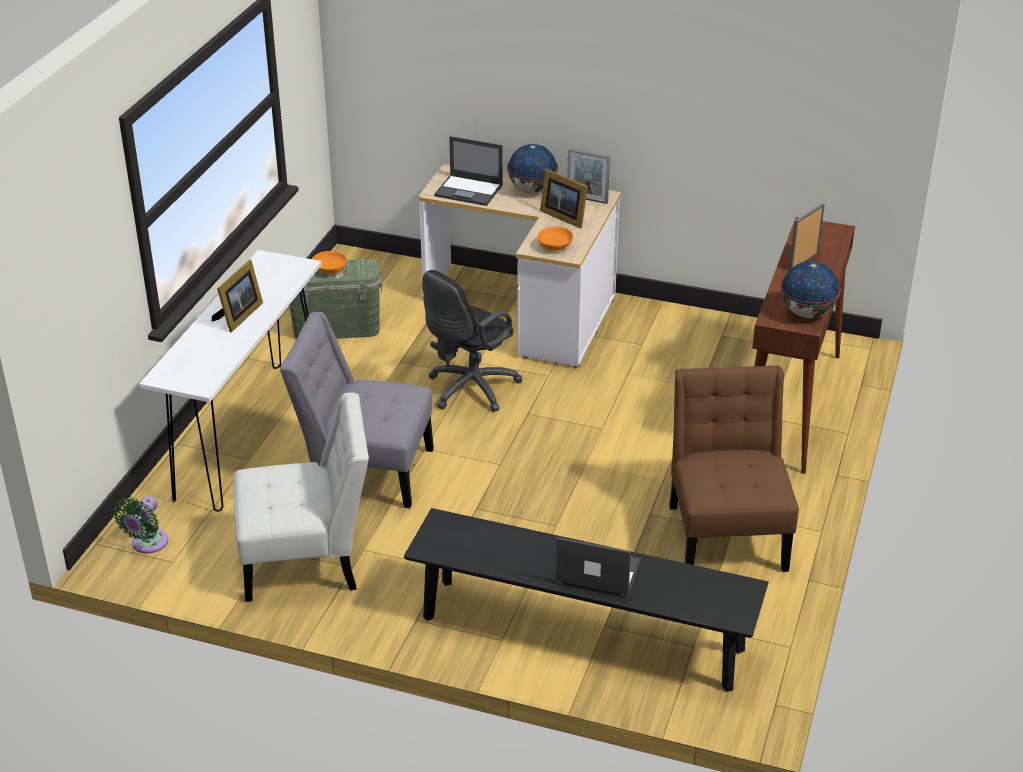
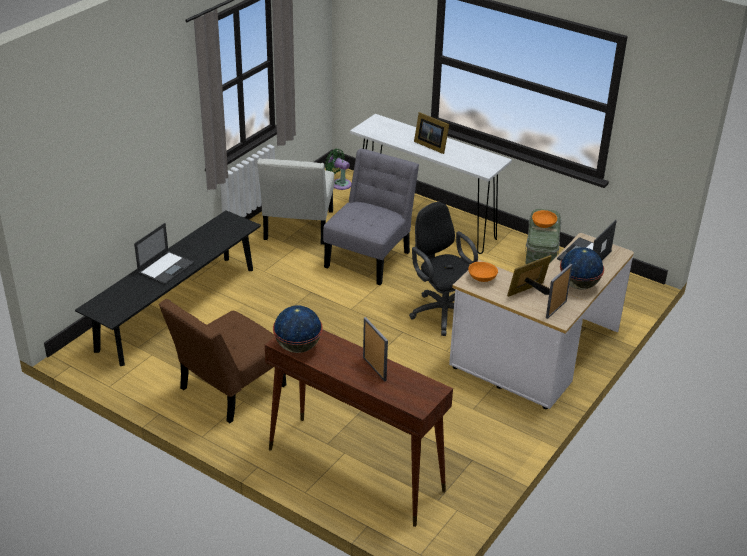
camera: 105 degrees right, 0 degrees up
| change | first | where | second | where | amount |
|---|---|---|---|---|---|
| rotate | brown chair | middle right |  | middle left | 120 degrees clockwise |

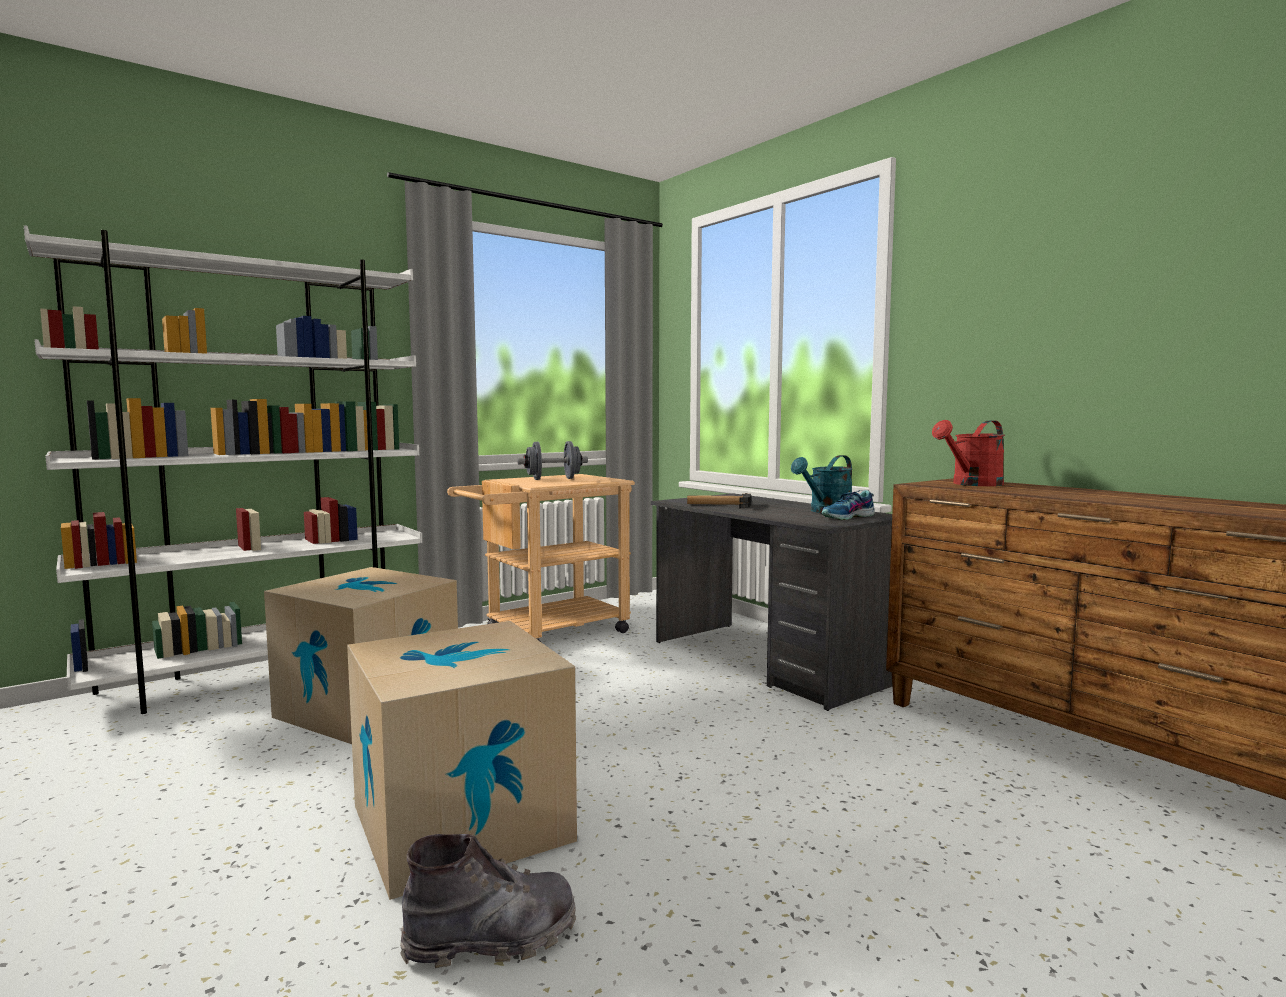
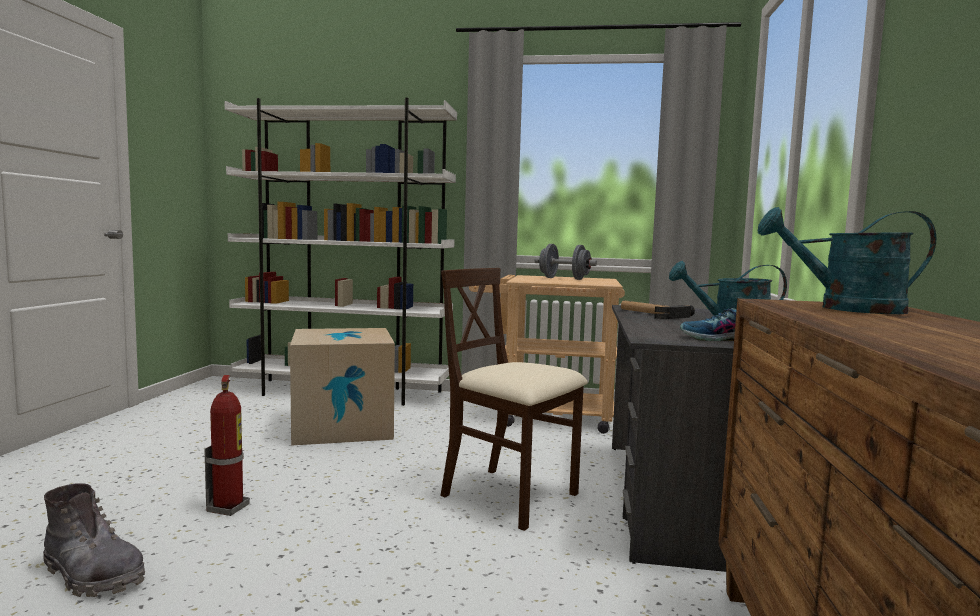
camera: 45 degrees right, 0 degrees up
| change | first | where | second | where | amount |
|---|---|---|---|---|---|
| replace | cardboard box (2nd from left) | bottom centre | fire extinguisher | bottom left |  |
| insert |  |  | beige chair | centre |  |
| recolor | red watering can | middle right | turquoise watering can (2nd from left) | middle right |  |

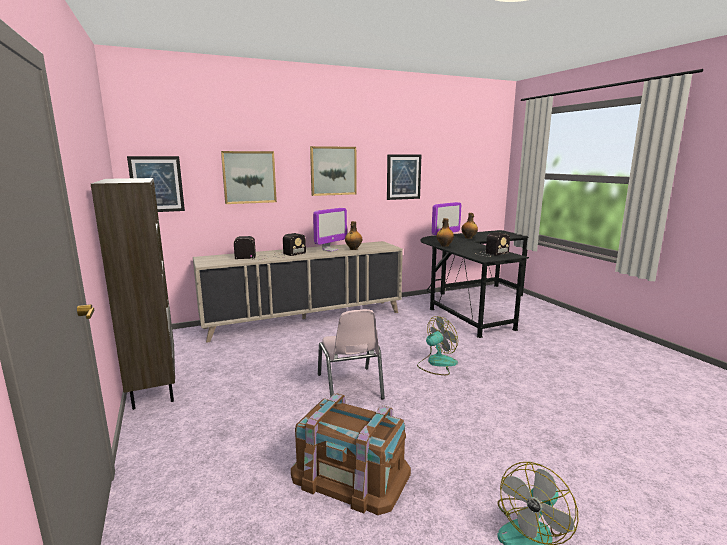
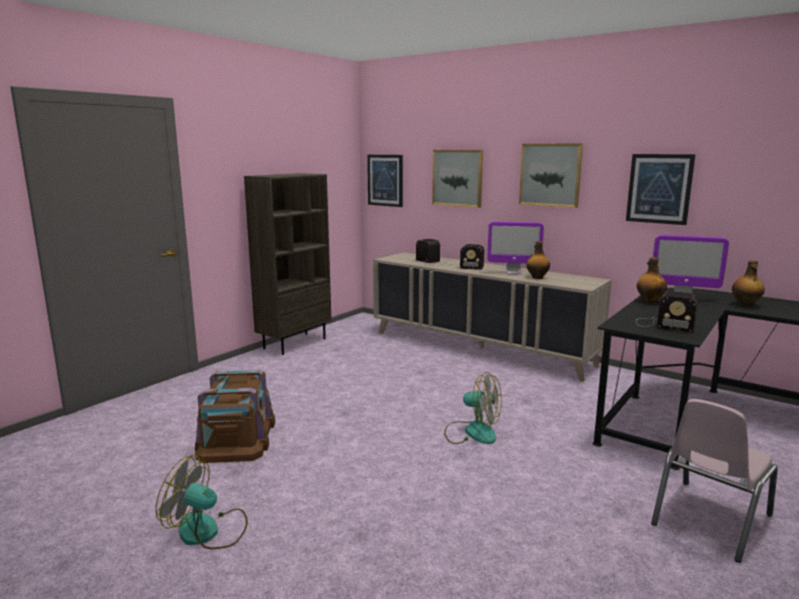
camera: 60 degrees right, 0 degrees up
| change | first | where | second | where | amount |
|---|---|---|---|---|---|
| move | pink chair | centre |  | bottom right |  |

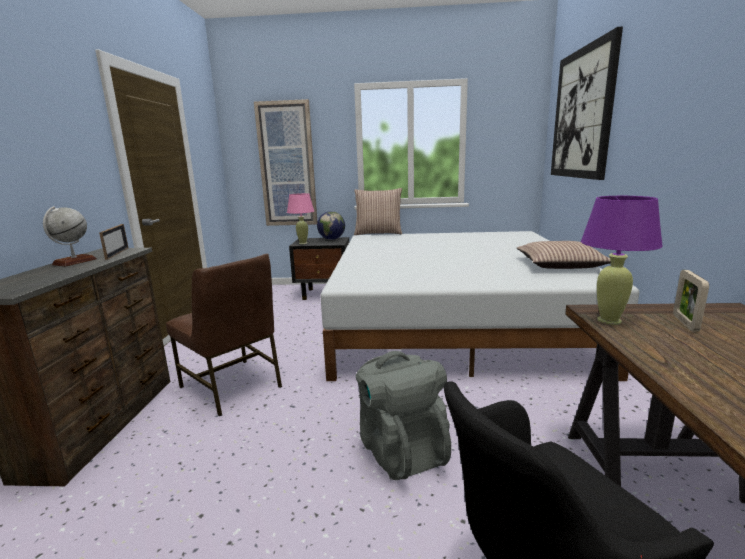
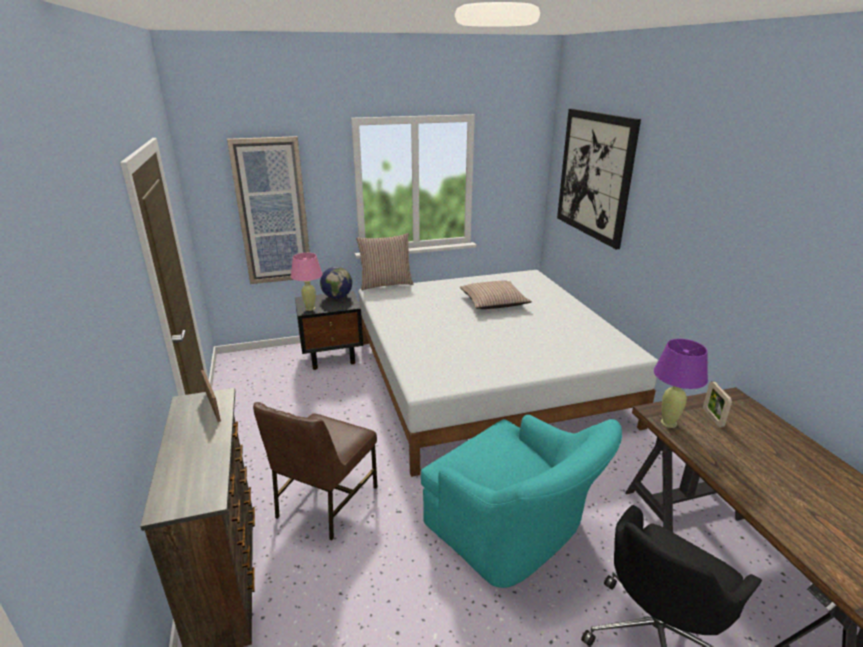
camera: 20 degrees left, 10 degrees up
| change | first | where | second | where | amount |
|---|---|---|---|---|---|
| rotate | brown chair | middle left |  | bottom centre | 90 degrees clockwise |
| replace | grey backpack | bottom centre | turquoise armchair | bottom centre |  |
| move | pillow (2nd from left) | middle right |  | centre |  |
| delete | globe (1st from left) | middle left |  |  |  |

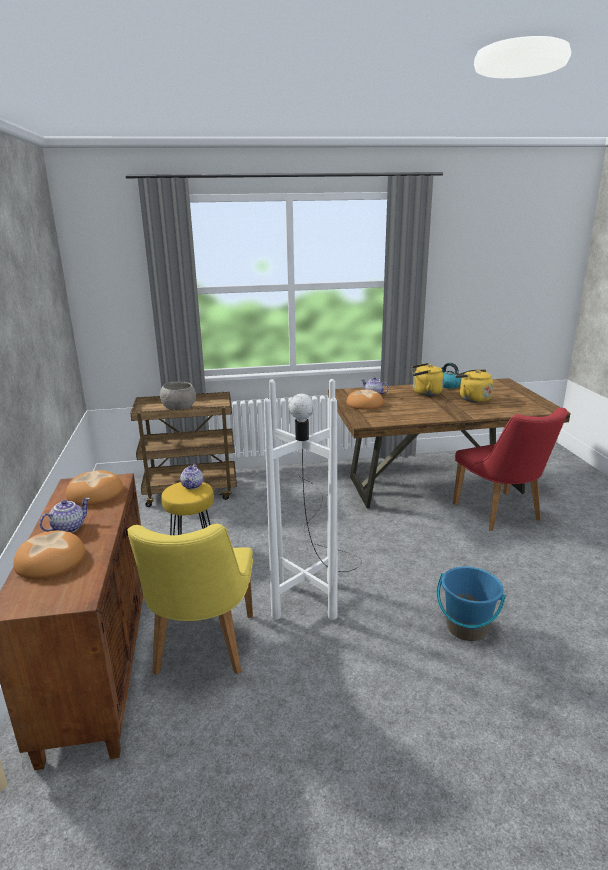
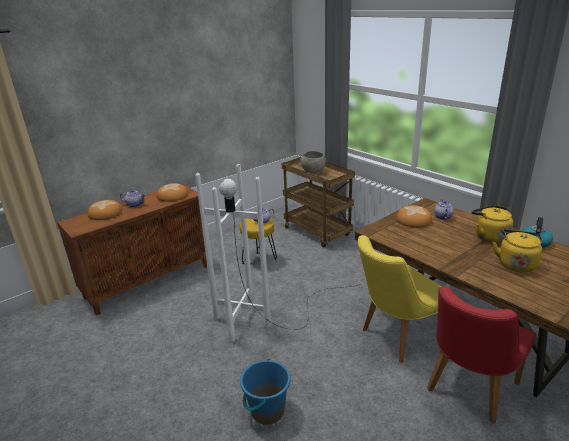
camera: 60 degrees right, 5 degrees up
| change | first | where | second | where | amount |
|---|---|---|---|---|---|
| move | yellow chair | bottom left |  | bottom right |  |

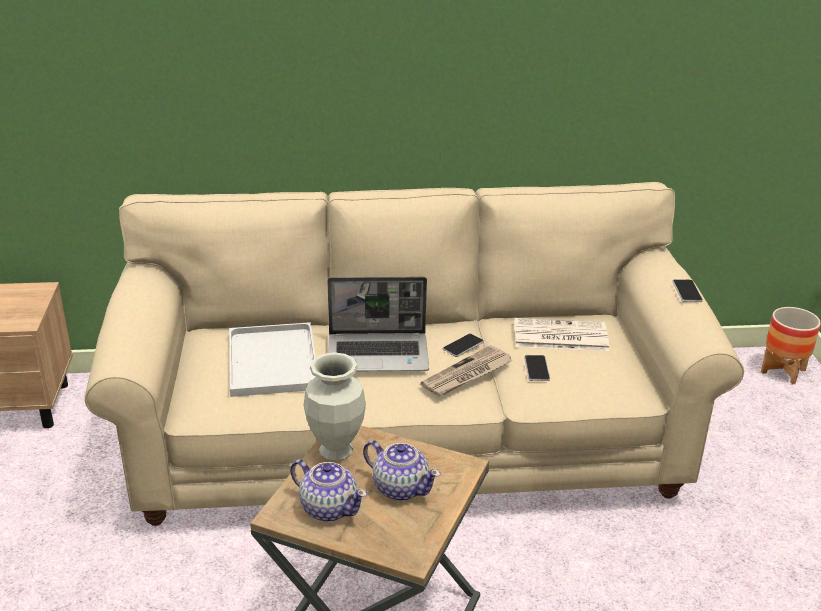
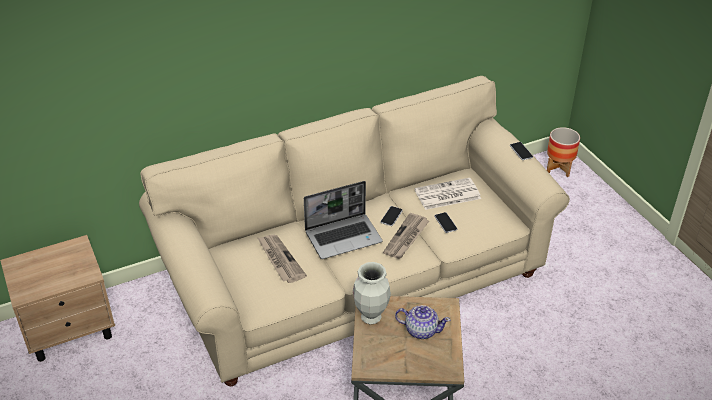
camera: 20 degrees left, 10 degrees up
| change | first | where | second | where | amount |
|---|---|---|---|---|---|
| replace | white tray | middle left | newspaper (1st from left) | centre |  |
| delete | teapot (1st from left) | bottom centre |  |  |  |

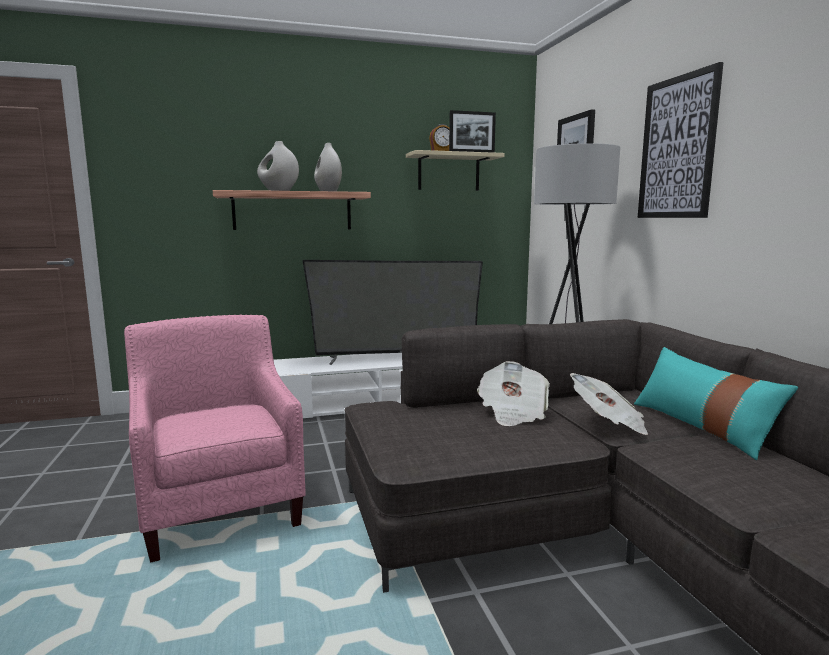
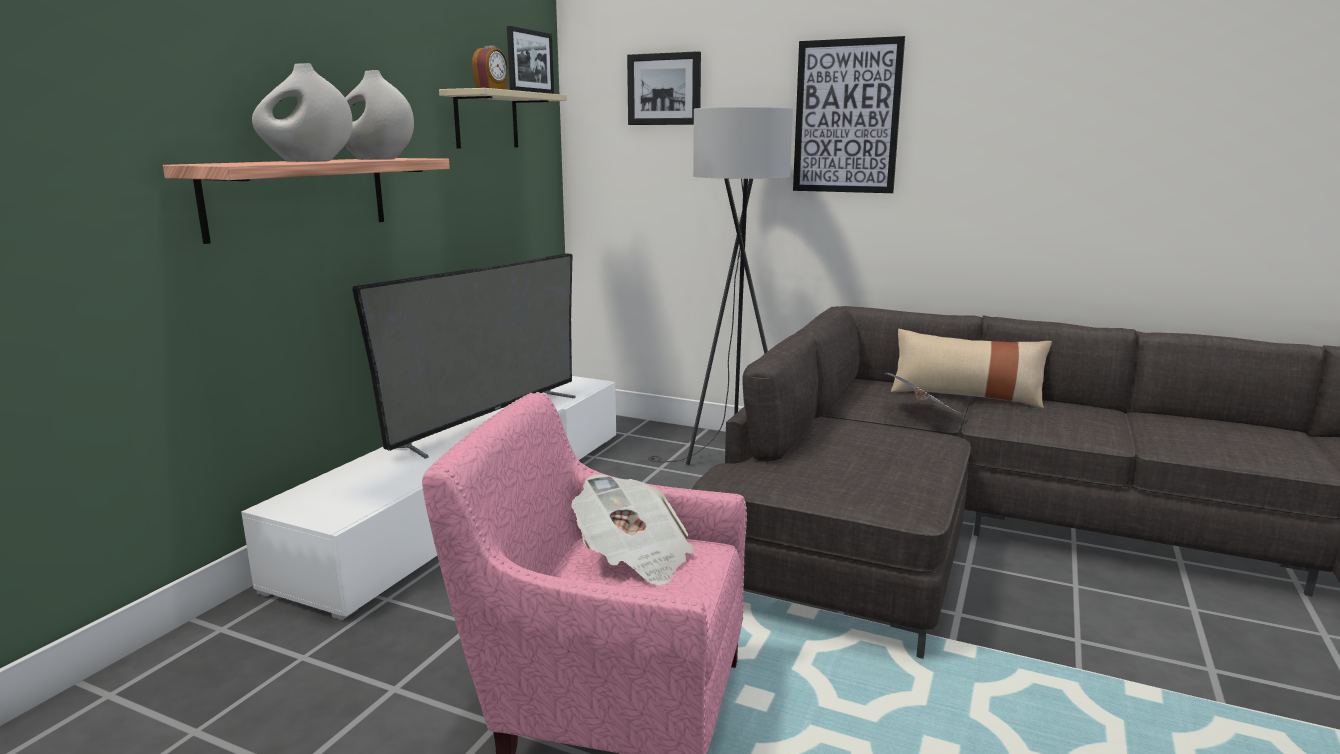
camera: 50 degrees left, 5 degrees up
| change | first | where | second | where | amount |
|---|---|---|---|---|---|
| move | newspaper (1st from left) | centre |  | bottom centre |  |
| recolor | turquoise pillow | middle right | beige pillow | middle right |  |

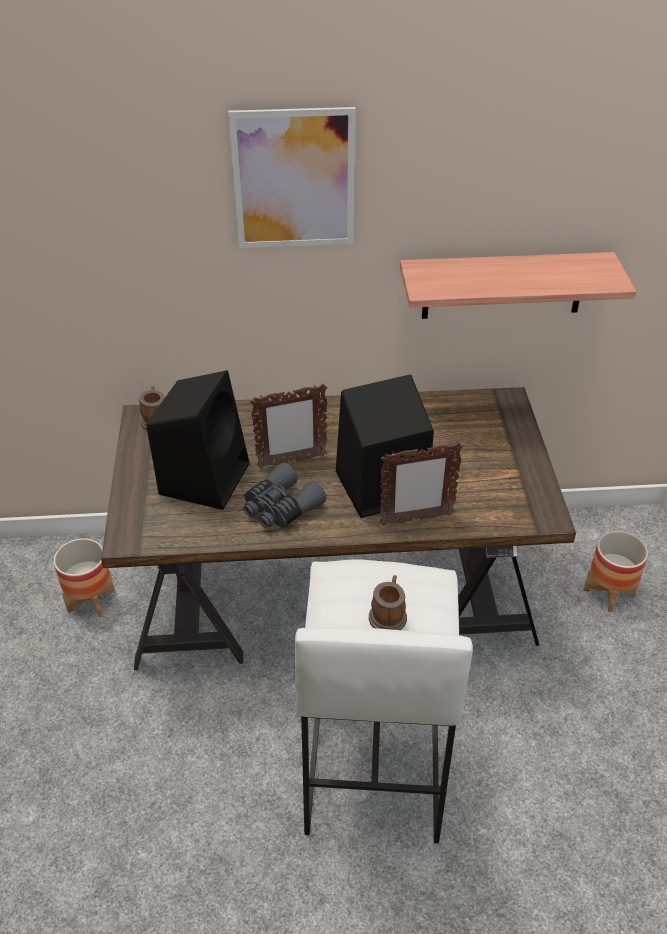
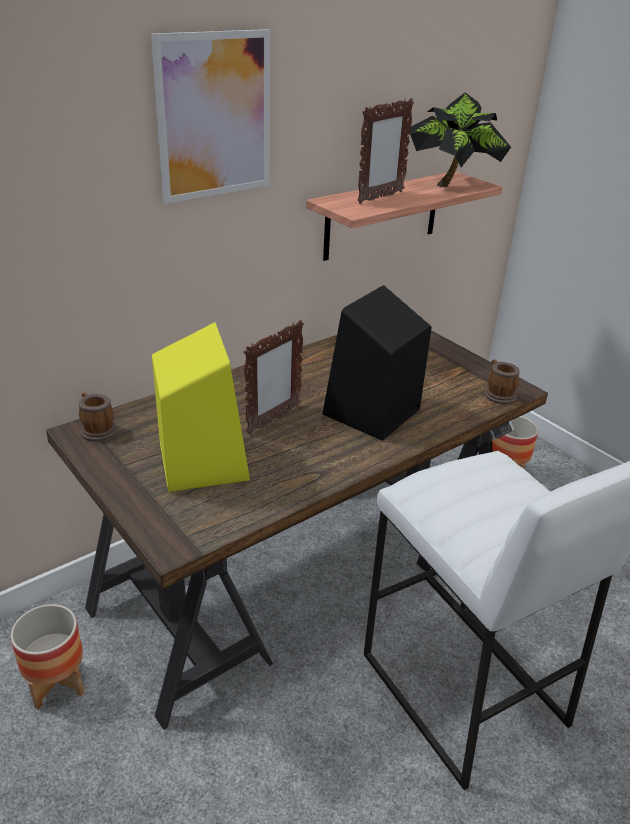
camera: 35 degrees left, 10 degrees down
| change | first | where | second | where | amount |
|---|---|---|---|---|---|
| recolor | black speaker (1st from left) | middle left | yellow speaker | middle left |  |
| move | picture frame (2nd from left) | centre |  | top centre |  |
| insert |  |  | potted plant | top right |  |
| move | mug (2nd from left) | centre |  | middle right |  |
| delete | grey binoculars | centre |  |  |  |

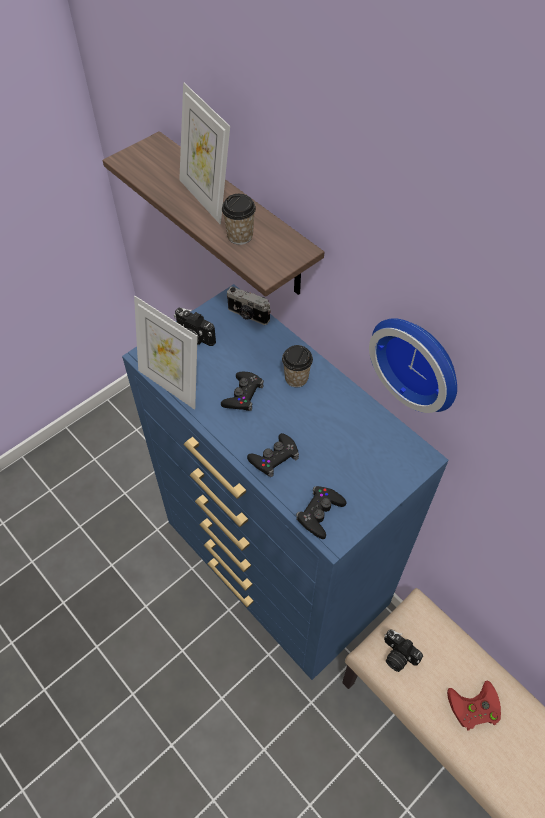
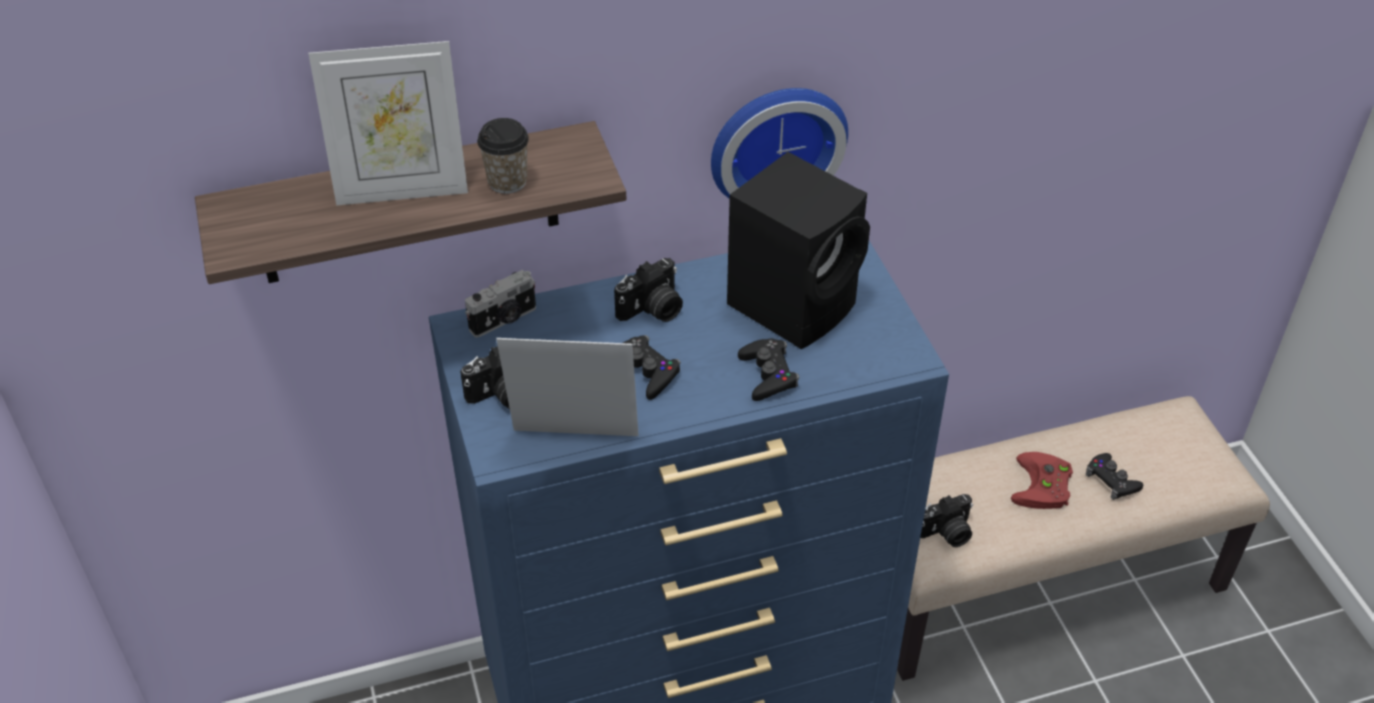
camera: 65 degrees left, 10 degrees down
| change | first | where | second | where | amount |
|---|---|---|---|---|---|
| rotate | picture frame (1st from left in the first image) | middle left | picture frame (2nd from left) | centre | 150 degrees counterclockwise |
| replace | cup (2nd from left) | centre | photo camera (3rd from left) | centre |  |
| insert |  |  | black speaker | centre |  |
| move | black game controller (3rd from left) | centre |  | bottom right |  |

